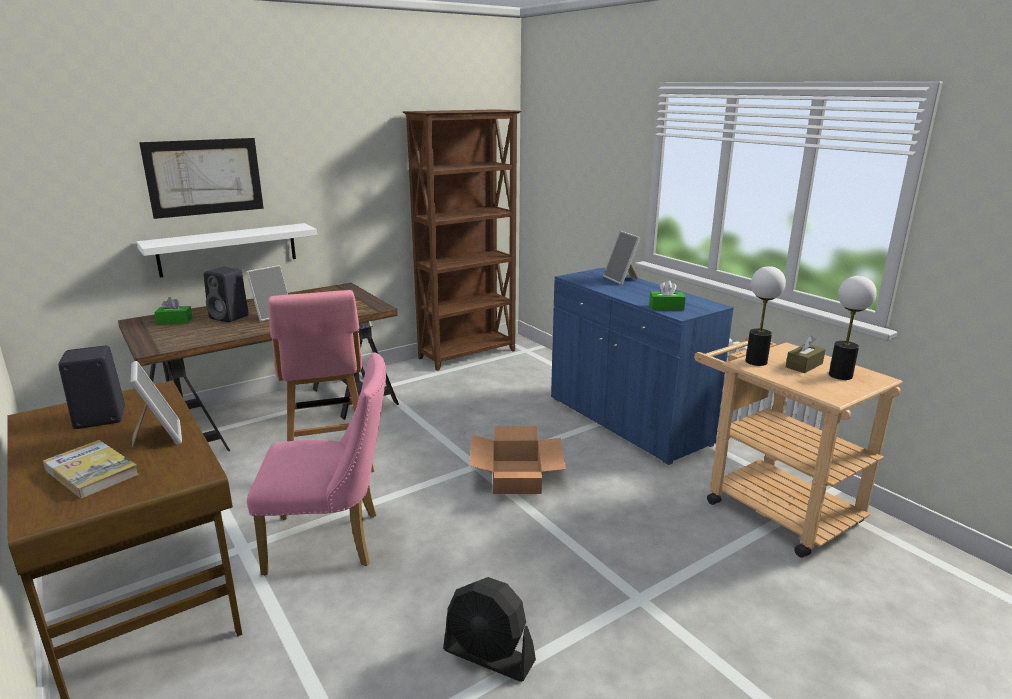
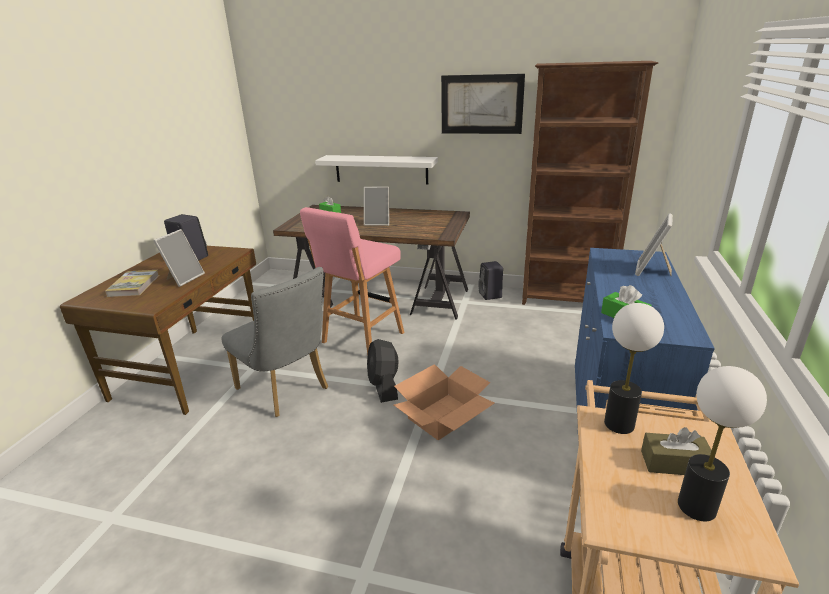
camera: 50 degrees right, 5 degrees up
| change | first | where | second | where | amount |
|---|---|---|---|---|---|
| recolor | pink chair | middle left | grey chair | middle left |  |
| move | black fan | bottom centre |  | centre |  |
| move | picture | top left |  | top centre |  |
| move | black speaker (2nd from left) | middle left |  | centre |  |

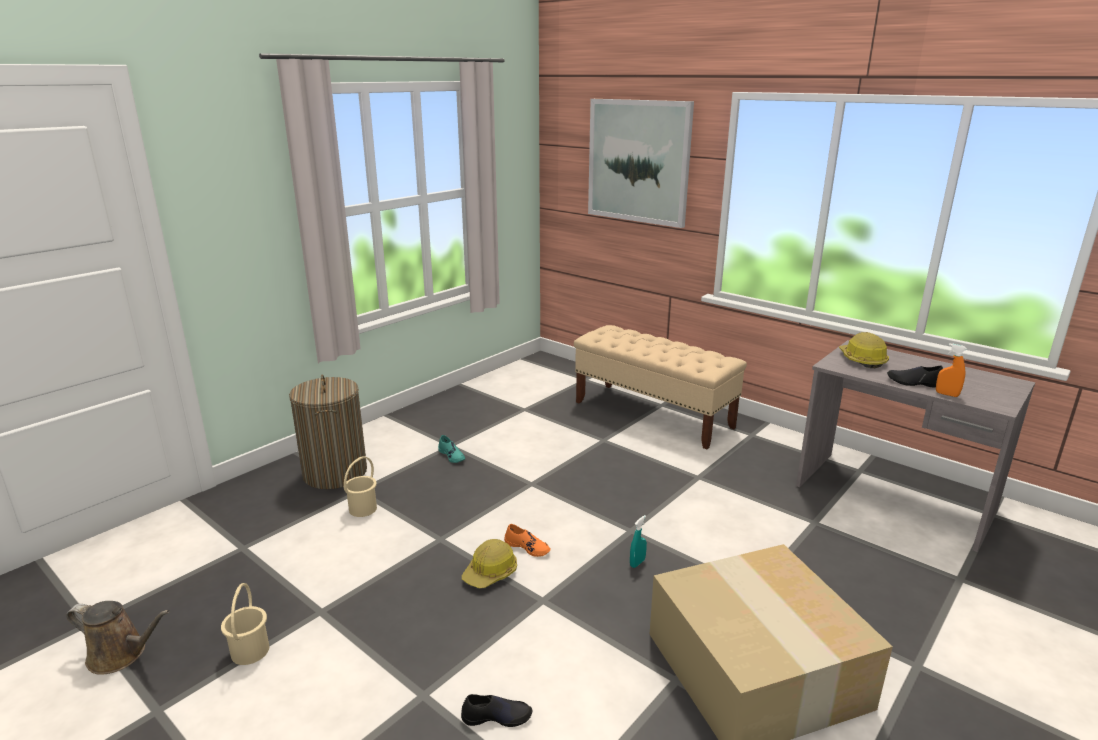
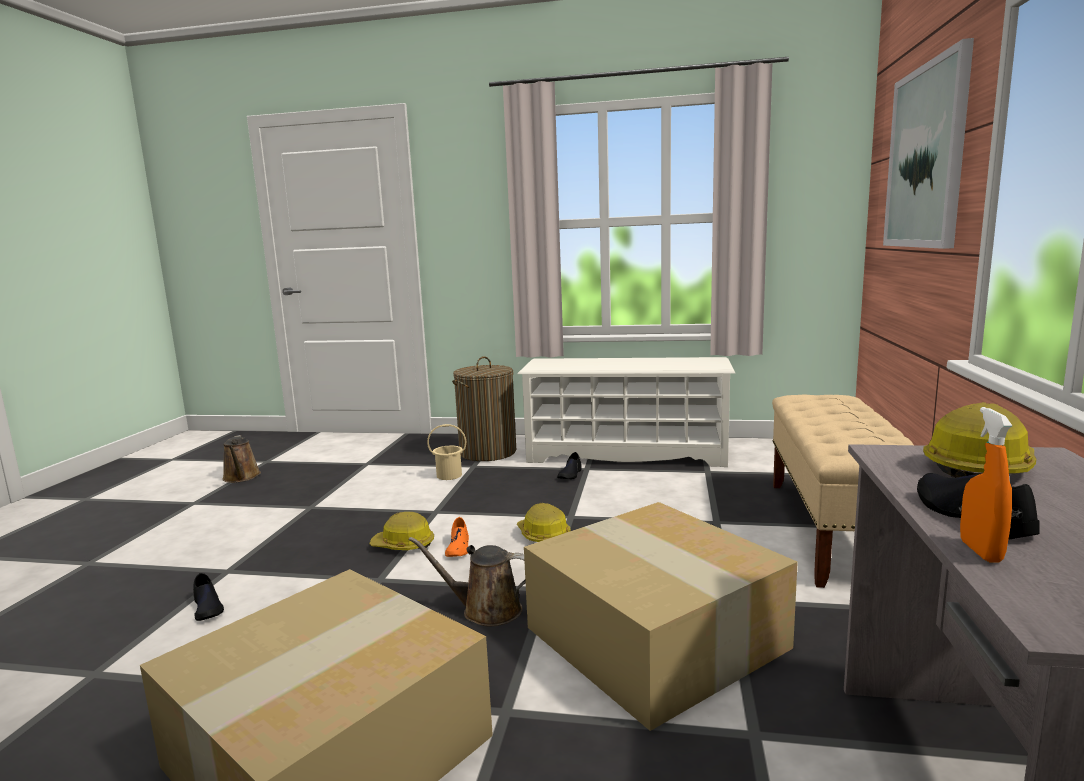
camera: 60 degrees right, 10 degrees down
| change | first | where | second | where | amount |
|---|---|---|---|---|---|
| replace | turquoise spray bottle | bottom centre | brown watering can (2nd from left) | bottom centre |  |
| insert |  |  | white shoe rack | centre |  |
| insert |  |  | hard hat (2nd from left) | bottom centre |  |
| insert |  |  | cardboard box (2nd from left) | bottom centre |  |
| recolor | turquoise shoe | centre | black shoe (2nd from left) | centre |  |
| delete | beige bucket (1st from left) | bottom left |  |  |  |

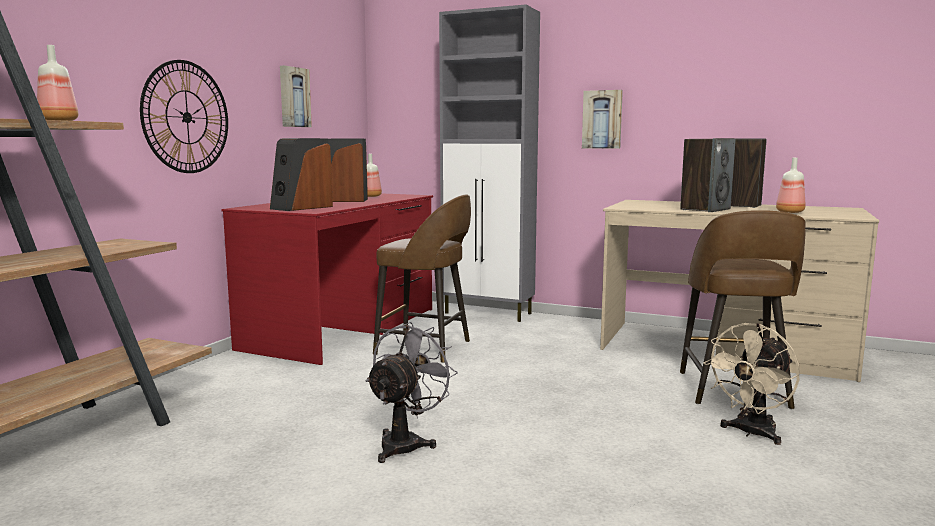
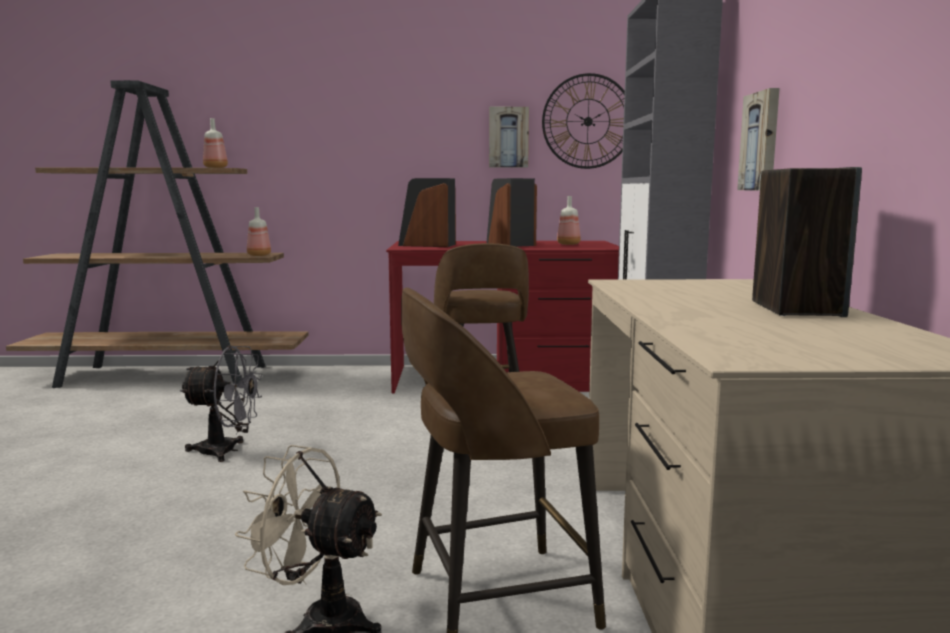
camera: 65 degrees right, 0 degrees up
| change | first | where | second | where | amount |
|---|---|---|---|---|---|
| move | bottle (3rd from left in the first image) | middle right | bottle (2nd from left) | middle left |  |
| move | wall clock | top left |  | top centre |  |
| delete | speaker (3rd from left) | top right |  |  |  |

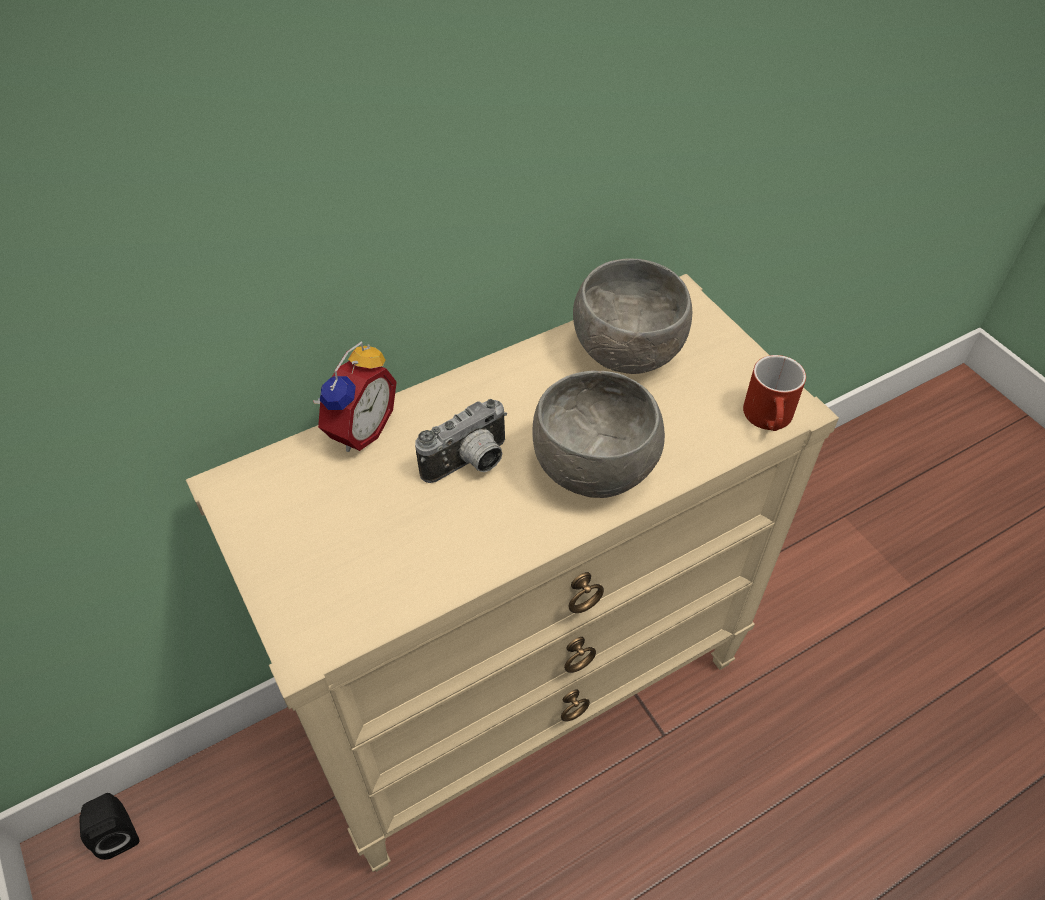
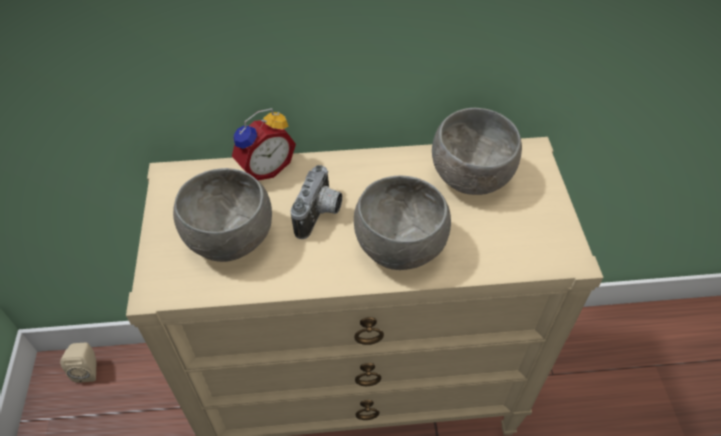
camera: 25 degrees right, 0 degrees up
| change | first | where | second | where | amount |
|---|---|---|---|---|---|
| recolor | black speaker | bottom left | beige speaker | bottom left |  |
| insert |  |  | grey bowl (1st from left) | middle left |  |
| rotate | photo camera | centre |  | centre | 60 degrees counterclockwise |
| delete | red mug | middle right |  |  |  |

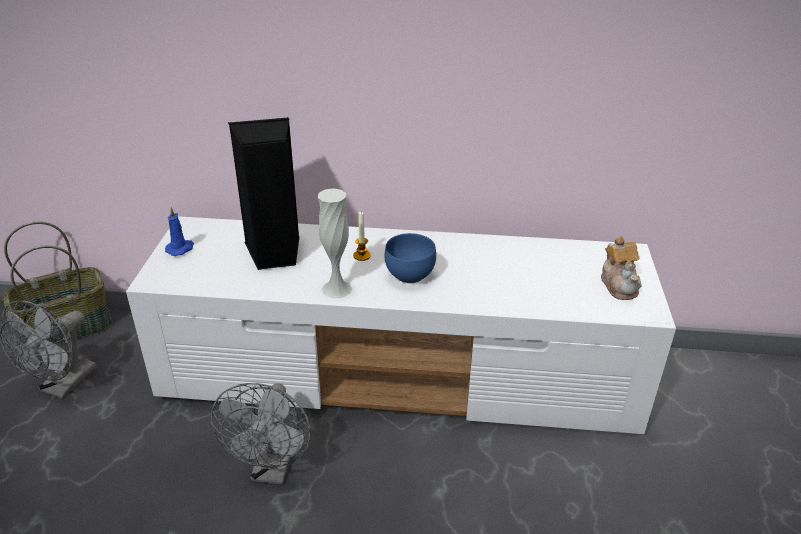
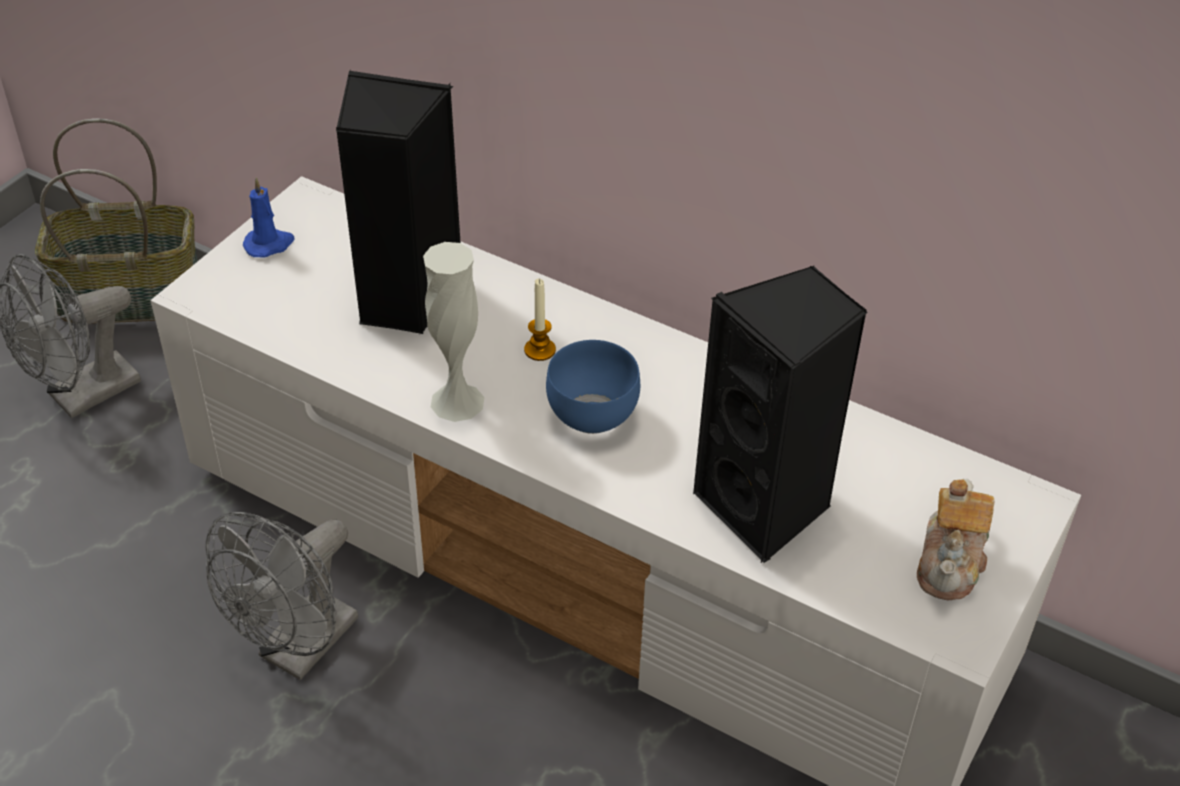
camera: 25 degrees right, 10 degrees up
| change | first | where | second | where | amount |
|---|---|---|---|---|---|
| insert |  |  | black speaker (2nd from left) | centre |  |

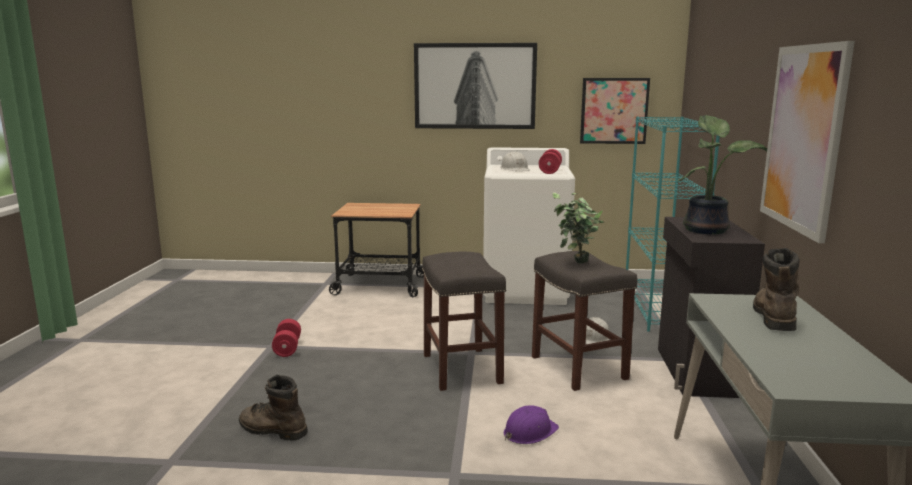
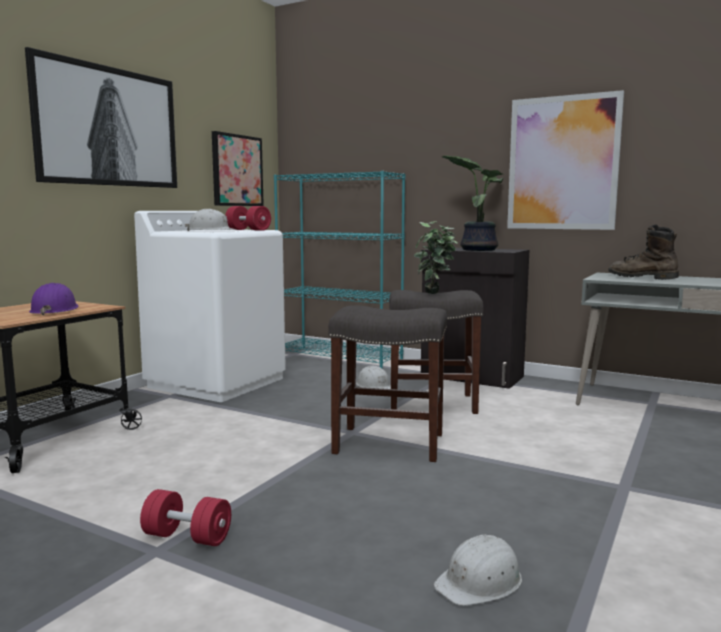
camera: 65 degrees left, 5 degrees down
| change | first | where | second | where | amount |
|---|---|---|---|---|---|
| move | purple hard hat | bottom centre |  | middle left |  |
| replace | brown boot (1st from left) | bottom left | white hard hat (3rd from left) | bottom centre |  |

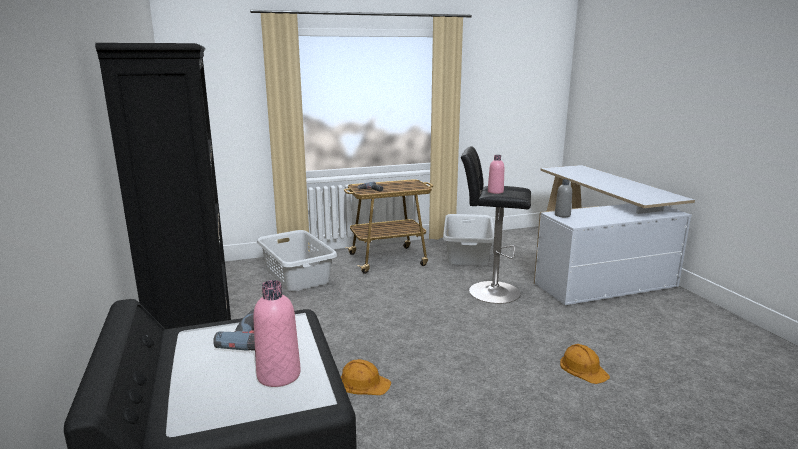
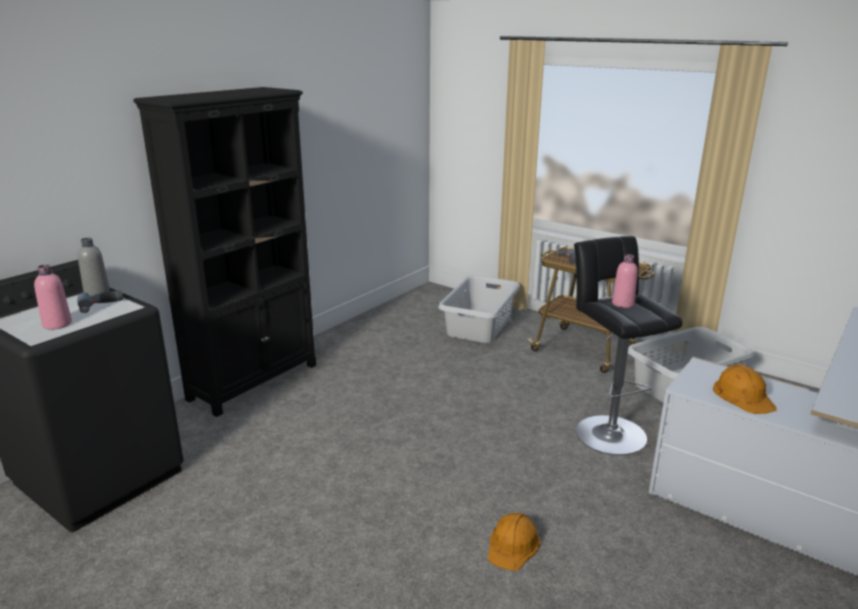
camera: 55 degrees right, 5 degrees up
| change | first | where | second | where | amount |
|---|---|---|---|---|---|
| move | grey bottle | middle right |  | middle left |  |
| move | orange hard hat (1st from left in the first image) | bottom centre | orange hard hat (2nd from left) | middle right |  |

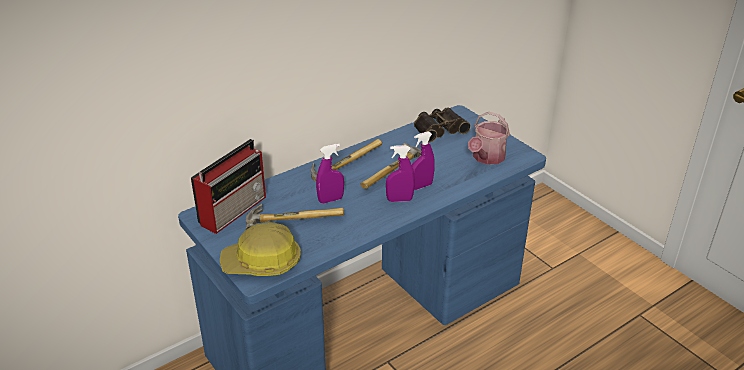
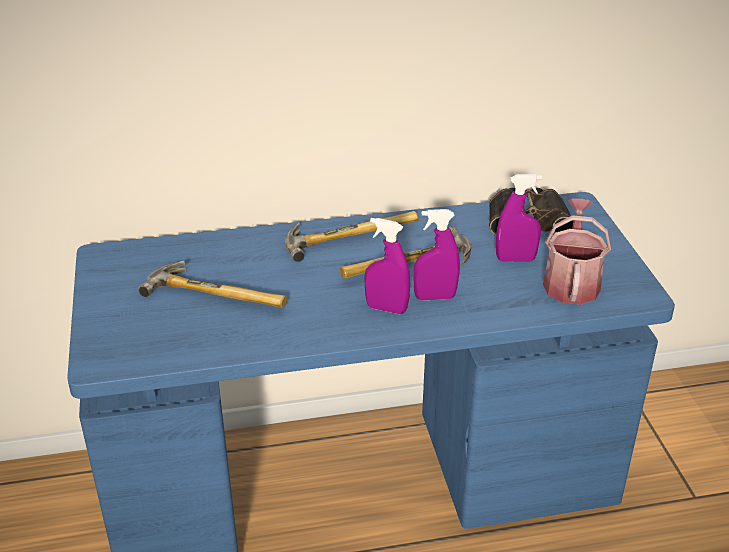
camera: 25 degrees right, 0 degrees up
| change | first | where | second | where | amount |
|---|---|---|---|---|---|
| move | purple spray bottle (1st from left in the first image) | centre | purple spray bottle (3rd from left) | middle right |  |
| rotate | watering can | centre |  | middle right | 135 degrees clockwise |
| delete | radio | middle left |  |  |  |
| delete | hard hat | bottom centre |  |  |  |

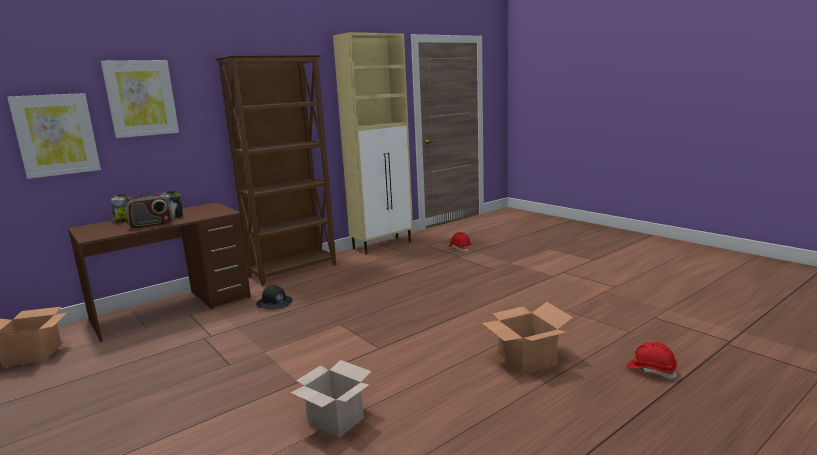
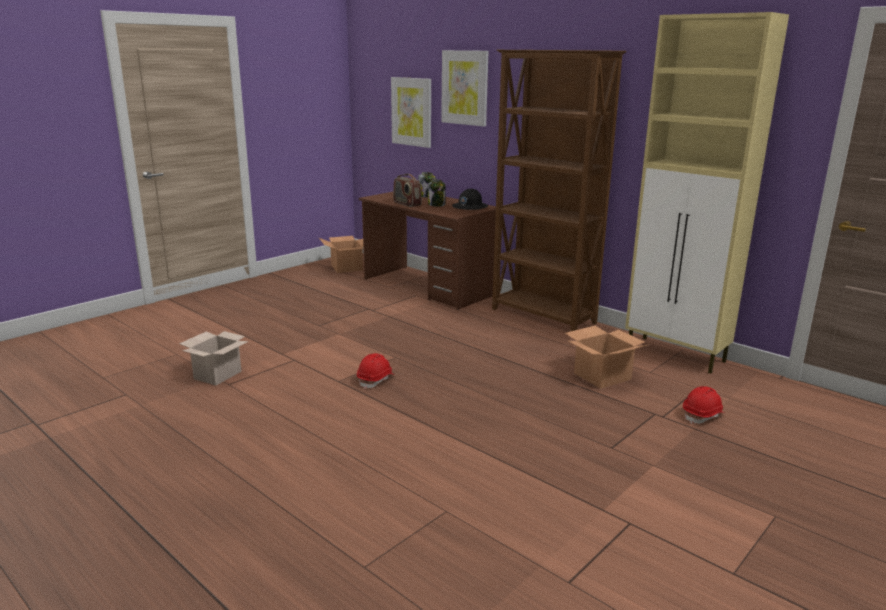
camera: 80 degrees right, 5 degrees up
| change | first | where | second | where | amount |
|---|---|---|---|---|---|
| move | red hard hat (2nd from left in the first image) | bottom right | red hard hat (1st from left) | centre |  |
| move | black hard hat | centre |  | top centre |  |
| move | cardboard box (3rd from left) | bottom centre |  | middle right |  |

